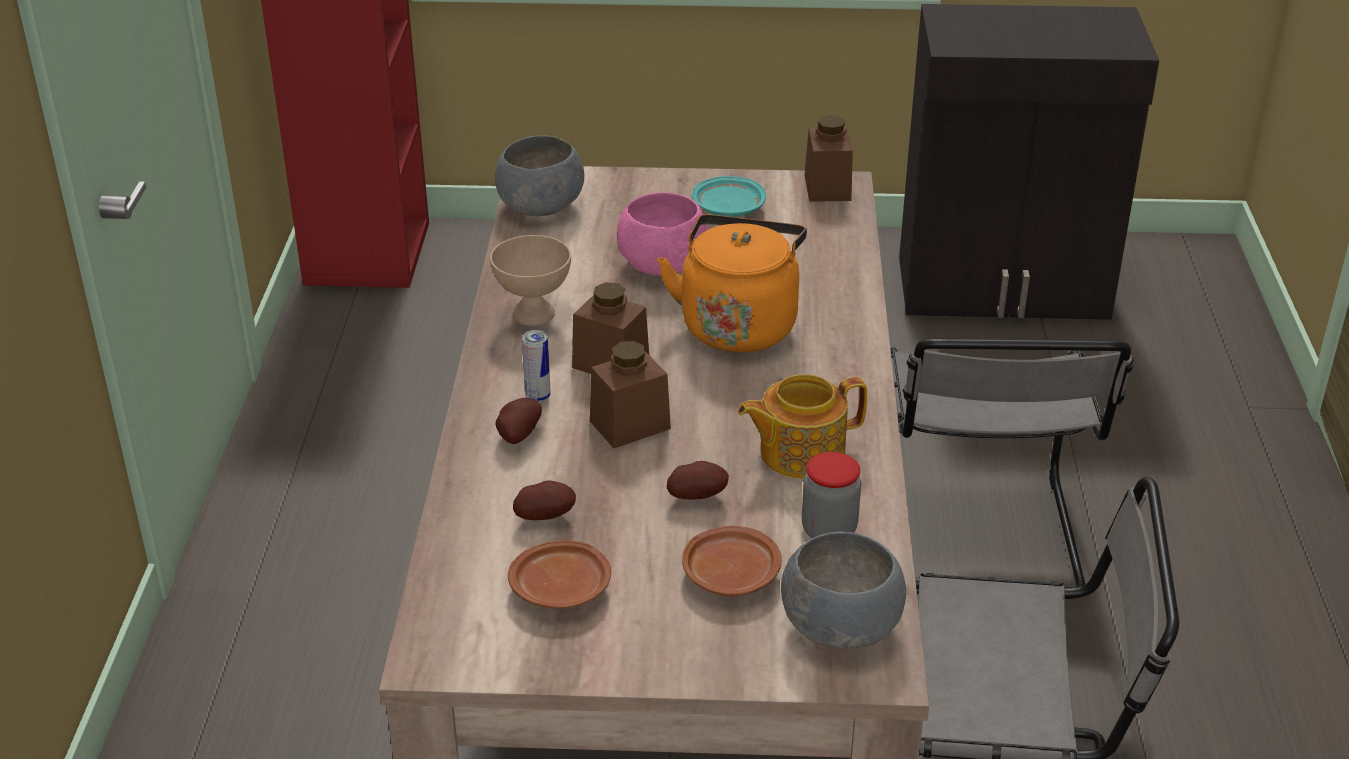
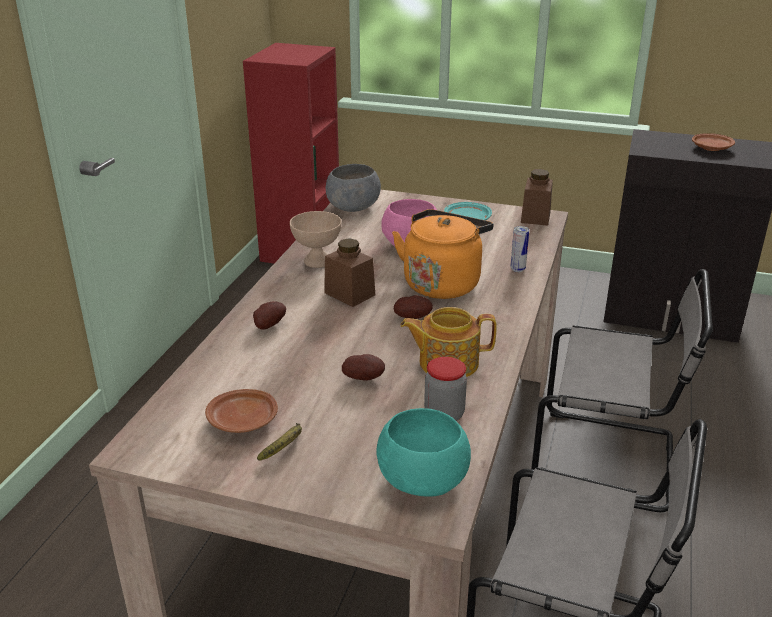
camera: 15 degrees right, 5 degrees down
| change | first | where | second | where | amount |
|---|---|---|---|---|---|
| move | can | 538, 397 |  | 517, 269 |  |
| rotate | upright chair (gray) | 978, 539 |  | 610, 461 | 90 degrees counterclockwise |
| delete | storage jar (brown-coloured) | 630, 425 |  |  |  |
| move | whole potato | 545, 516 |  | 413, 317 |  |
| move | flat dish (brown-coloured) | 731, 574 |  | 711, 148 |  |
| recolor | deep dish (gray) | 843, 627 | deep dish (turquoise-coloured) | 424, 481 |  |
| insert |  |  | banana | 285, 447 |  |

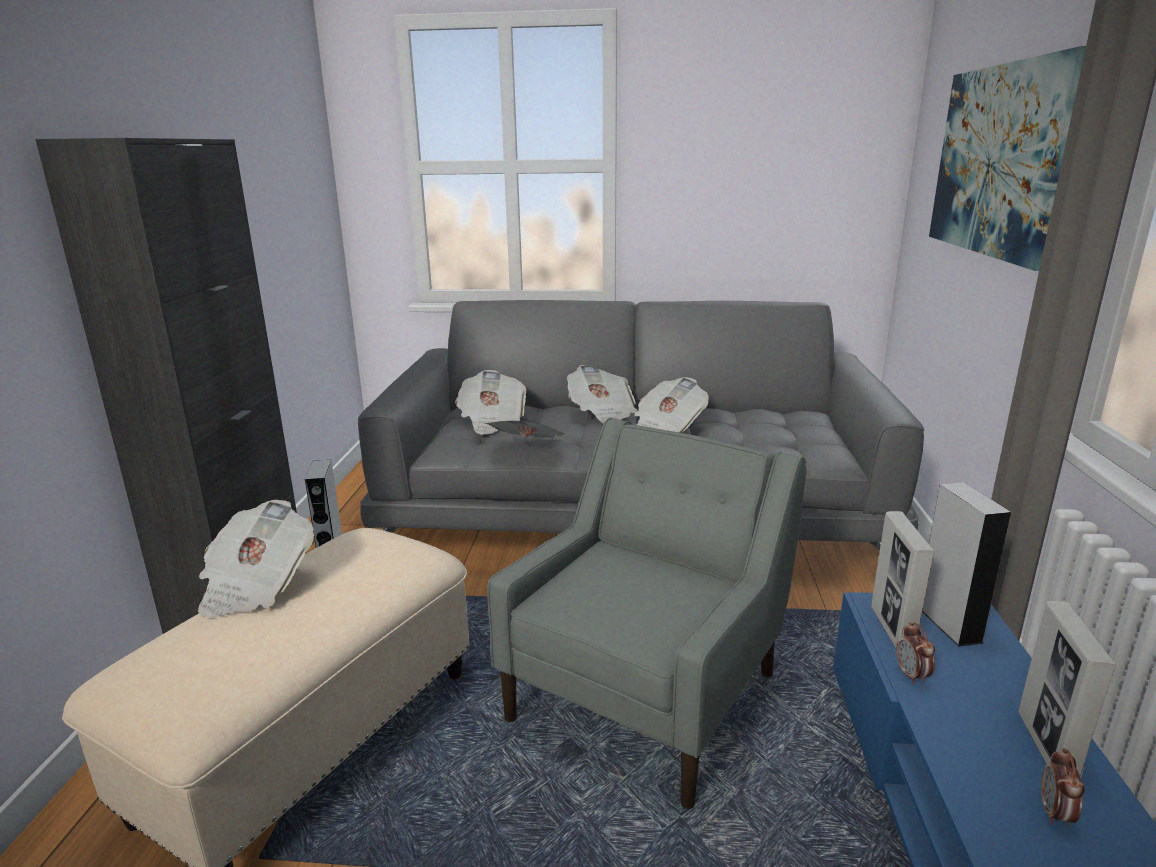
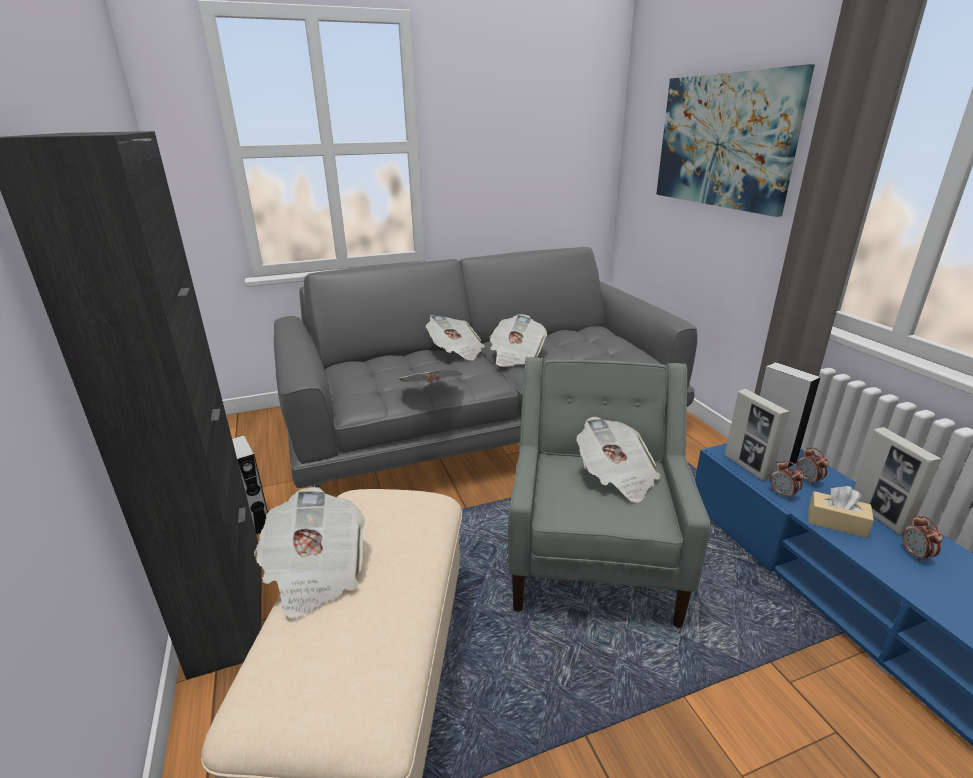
camera: 25 degrees left, 5 degrees up
| change | first | where | second | where | amount |
|---|---|---|---|---|---|
| move | daily paper | 492, 421 |  | 616, 477 |  |
| insert |  |  | alarm clock | 808, 480 |  |
| insert |  |  | box of tissues (beige-coloured) | 836, 522 |  |

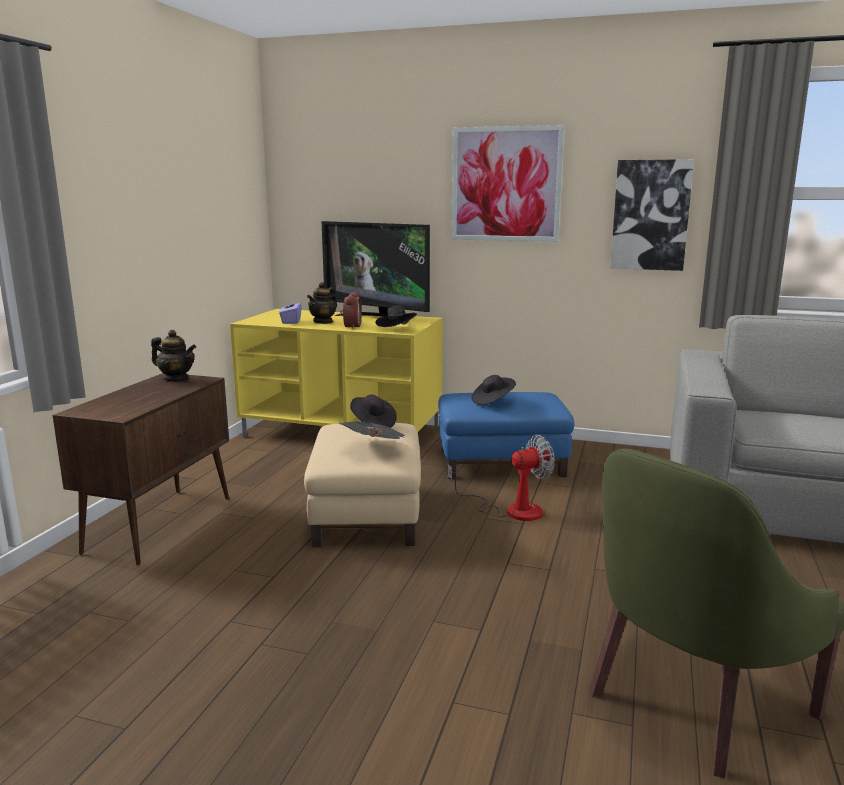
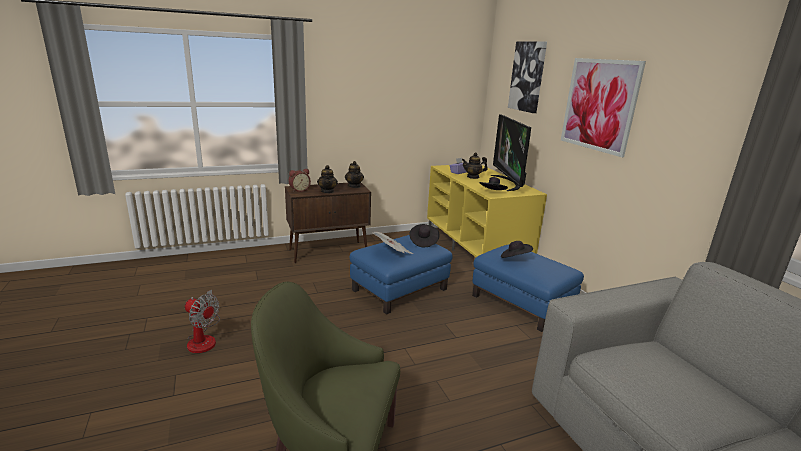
camera: 50 degrees right, 5 degrees up
| change | first | where | second | where | amount |
|---|---|---|---|---|---|
| move | wall art | 650, 215 |  | 527, 76 |  |
| move | alarm clock | 350, 326 |  | 299, 190 |  |
| recolor | pouffe (beige-coloured) | 366, 514 | pouffe (bluish) | 399, 289 |  |
| move | cooling fan | 511, 510 |  | 204, 338 |  |
| insert |  |  | tea pot | 327, 191 |  |

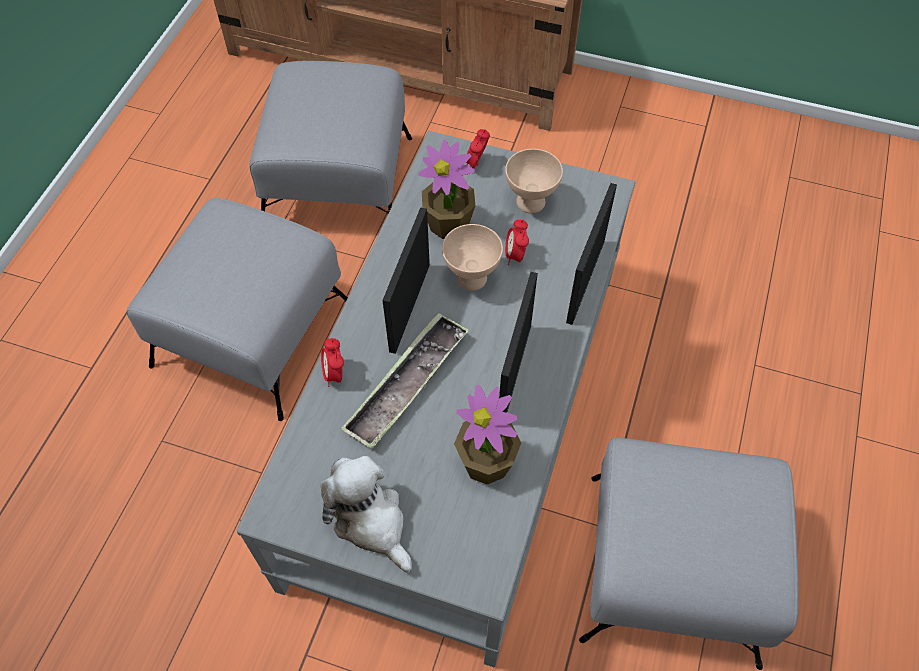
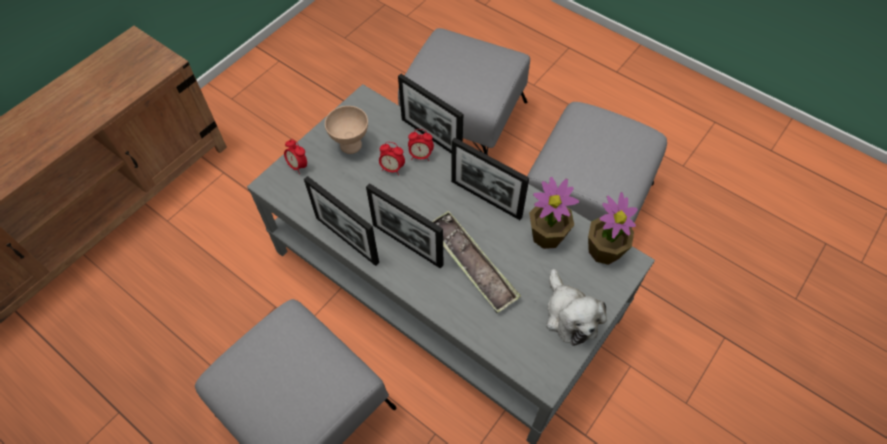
camera: 70 degrees left, 0 degrees up
| change | first | where | second | where | amount |
|---|---|---|---|---|---|
| move | pouffe (gray) | 337, 183 |  | 464, 121 |  |
| move | plant in a pot | 449, 224 |  | 604, 250 |  |
| delete | deep dish (beige-coloured) | 470, 278 |  |  |  |
| move | alarm clock | 334, 374 |  | 421, 156 |  |
| rotate | plush toy | 370, 521 |  | 569, 315 | 90 degrees counterclockwise |
| insert |  |  | photo frame | 347, 240 |  |

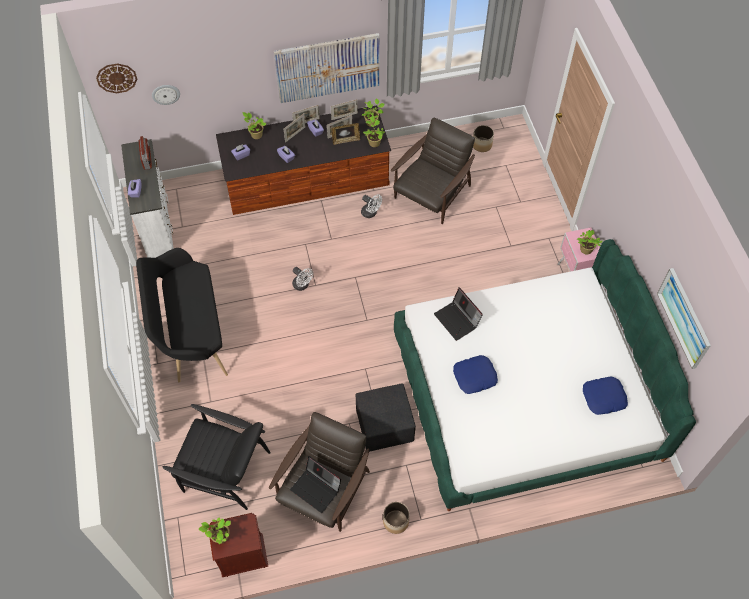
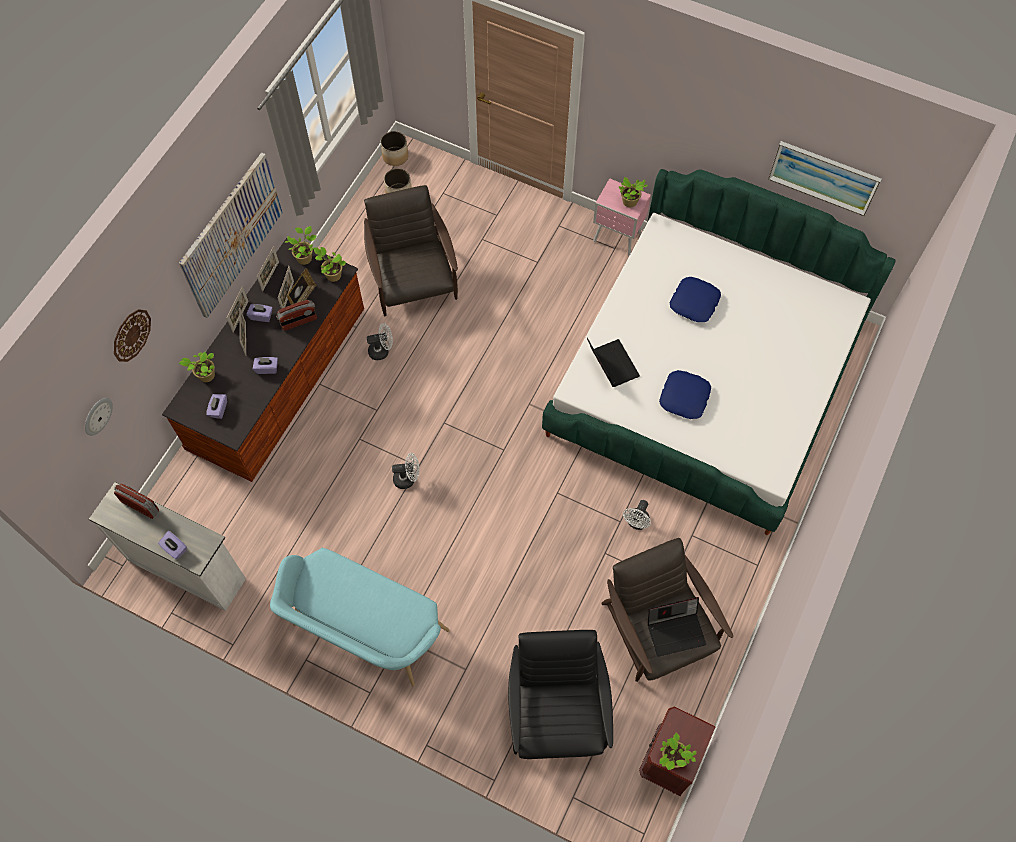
camera: 50 degrees left, 5 degrees up
| change | first | where | second | where | amount |
|---|---|---|---|---|---|
| move | wall clock | 116, 78 |  | 131, 335 |  |
| recolor | bench (blackish) | 190, 334 | bench (turquoise-coloured) | 365, 632 |  |
| rotate | notebook computer | 457, 320 |  | 611, 364 | 120 degrees counterclockwise |
| move | pillow (bluish) | 604, 398 |  | 694, 303 |  |
| replace | pouffe (blackish) | 385, 427 | cooling fan (white) | 636, 523 |  |
| rotate | armchair (blackish) | 224, 470 |  | 557, 711 | 60 degrees counterclockwise |
| move | plant pot | 395, 521 |  | 395, 156 |  |
| insert |  |  | radio | 299, 321 |  |

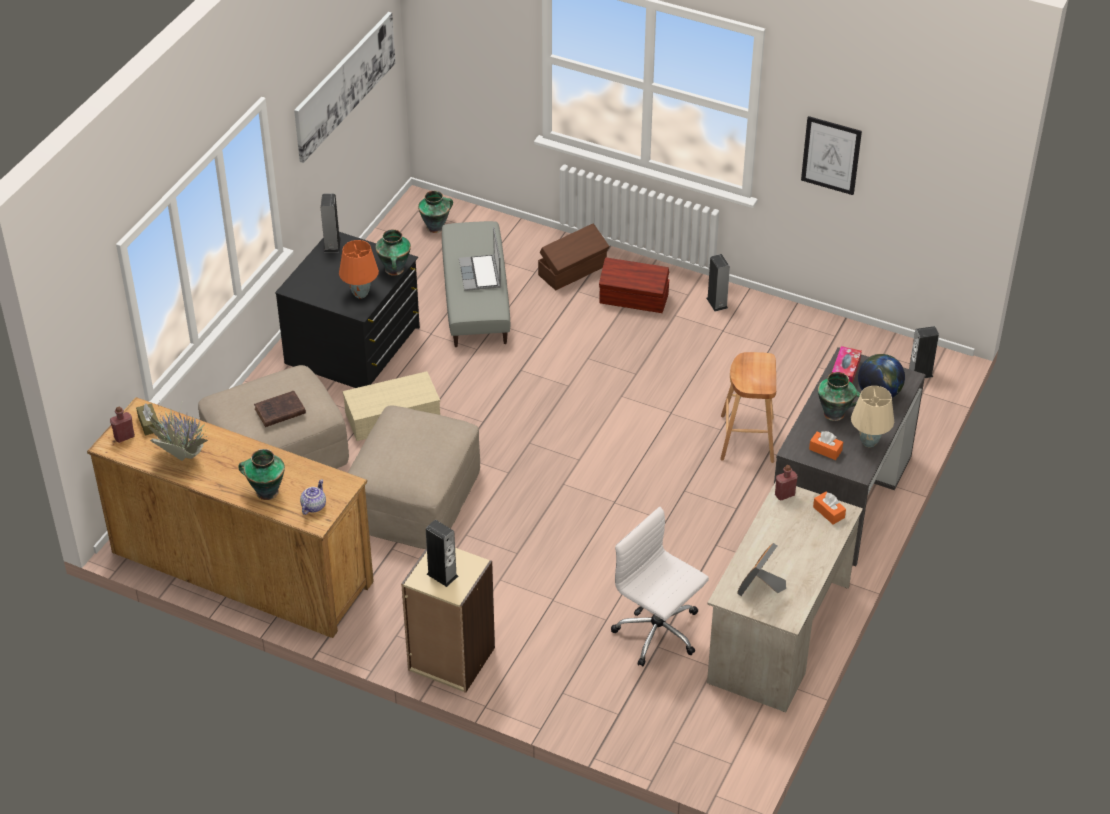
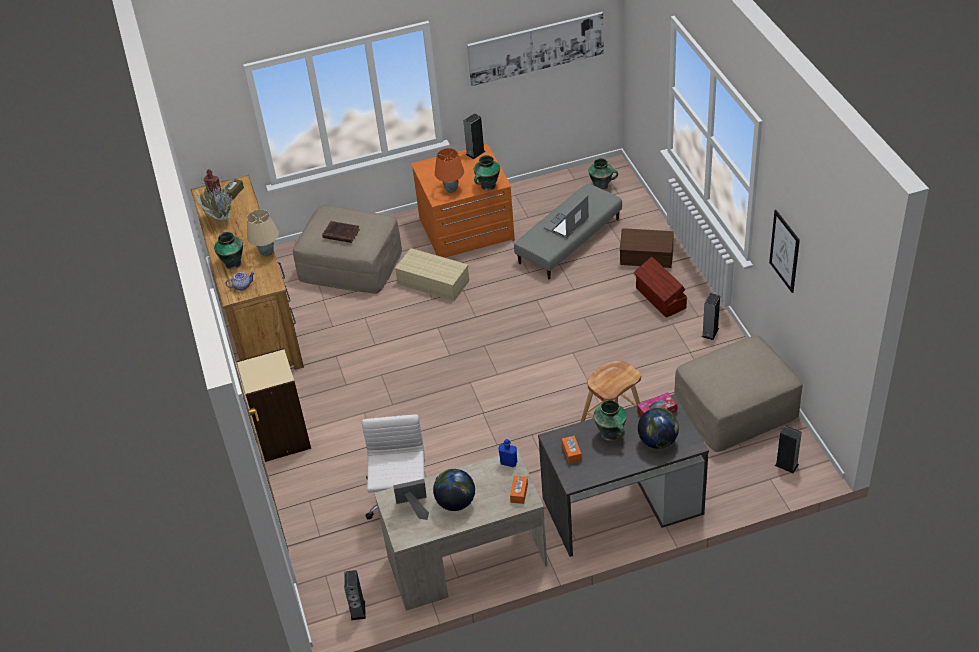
camera: 50 degrees right, 0 degrees up
| change | first | where | second | where | amount |
|---|---|---|---|---|---|
| recolor | dresser (blackish) | 354, 346 | dresser (orange) | 466, 230 |  |
| move | table lamp (beige-coloured) | 869, 442 |  | 267, 253 |  |
| move | pouffe (beige-coloured) | 414, 496 |  | 736, 408 |  |
| recolor | beverage bottle (red) | 784, 494 | beverage bottle (bluish) | 508, 462 |  |
| move | speaker | 442, 575 |  | 358, 610 |  |
| insert |  |  | globe | 456, 503 |  |

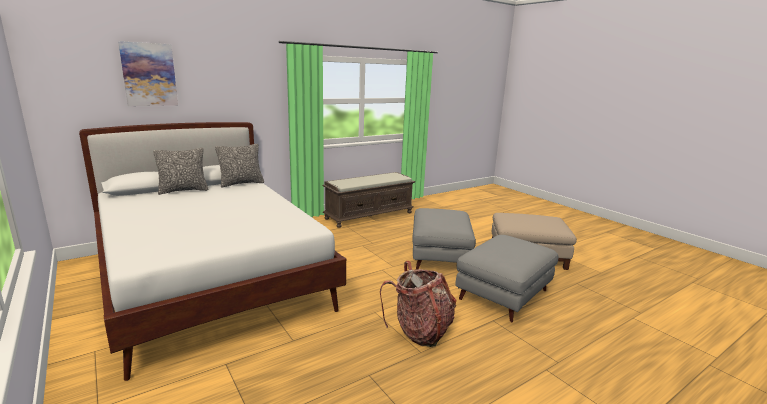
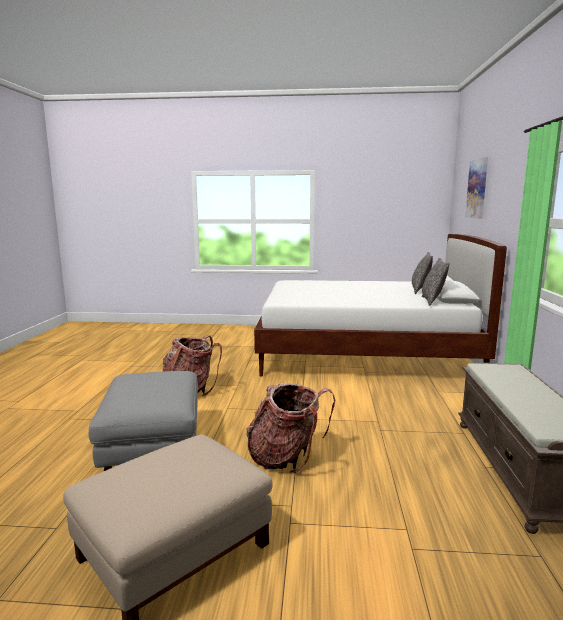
camera: 130 degrees right, 5 degrees down
| change | first | where | second | where | amount |
|---|---|---|---|---|---|
| replace | pouffe (gray) | 439, 256 | rucksack | 286, 457 |  |

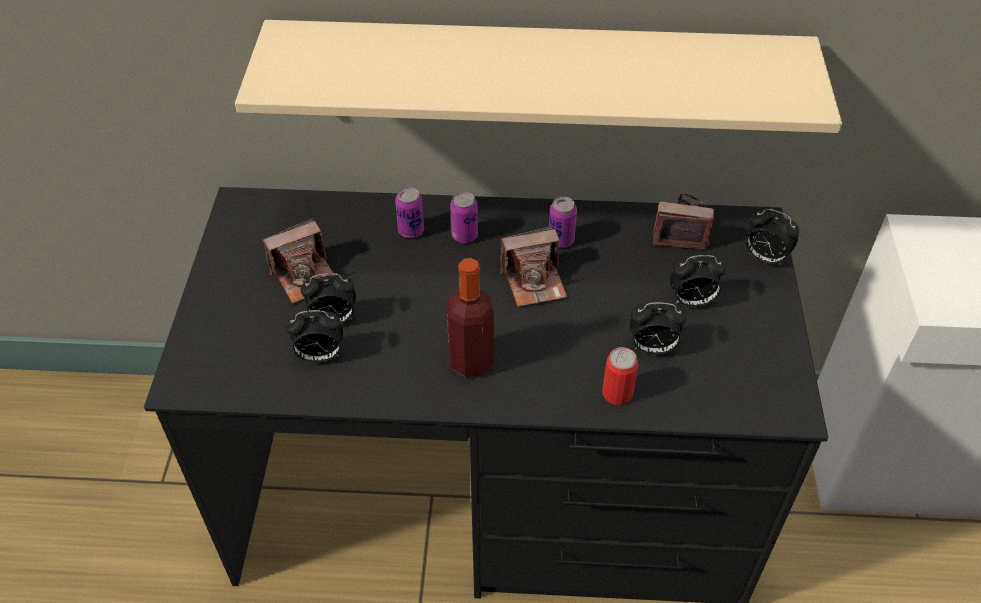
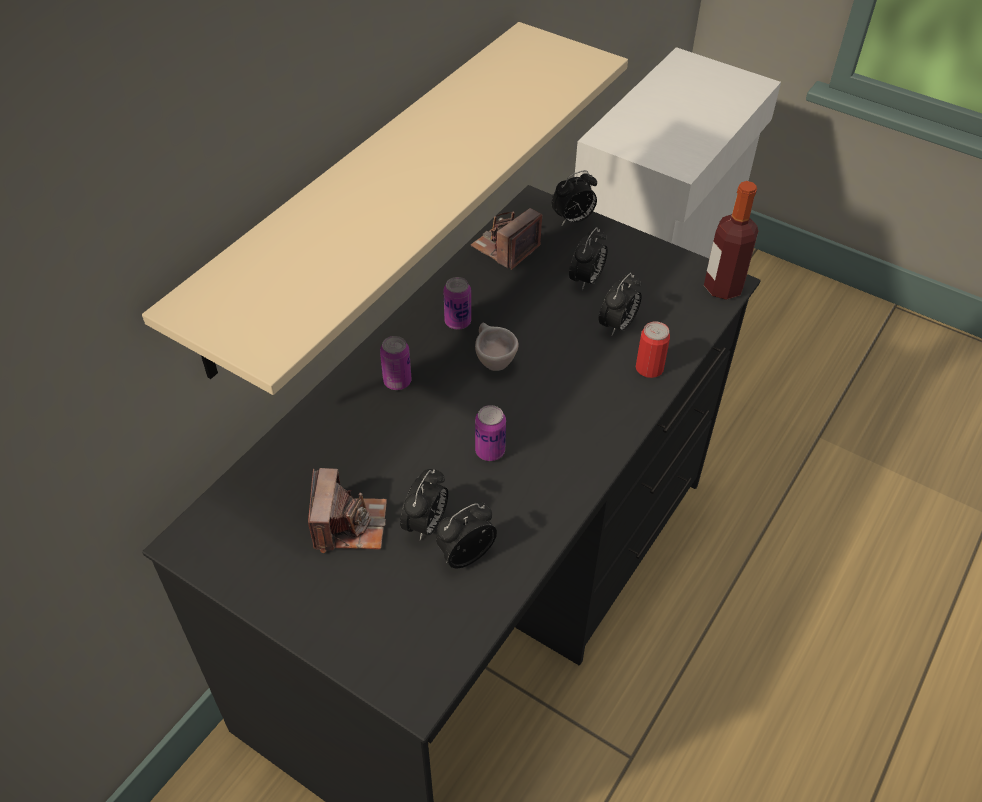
camera: 60 degrees left, 0 degrees up
| change | first | where | second | where | amount |
|---|---|---|---|---|---|
| move | can | 411, 231 |  | 490, 451 |  |
| replace | still camera | 534, 282 | drinking cup (beige-coloured) | 492, 361 |  |
| move | beverage bottle | 471, 361 |  | 723, 288 |  |
| rotate | alarm clock | 319, 356 |  | 465, 554 | 150 degrees counterclockwise |

